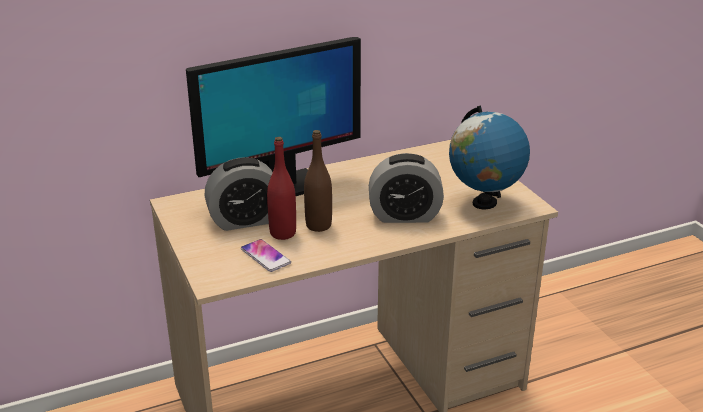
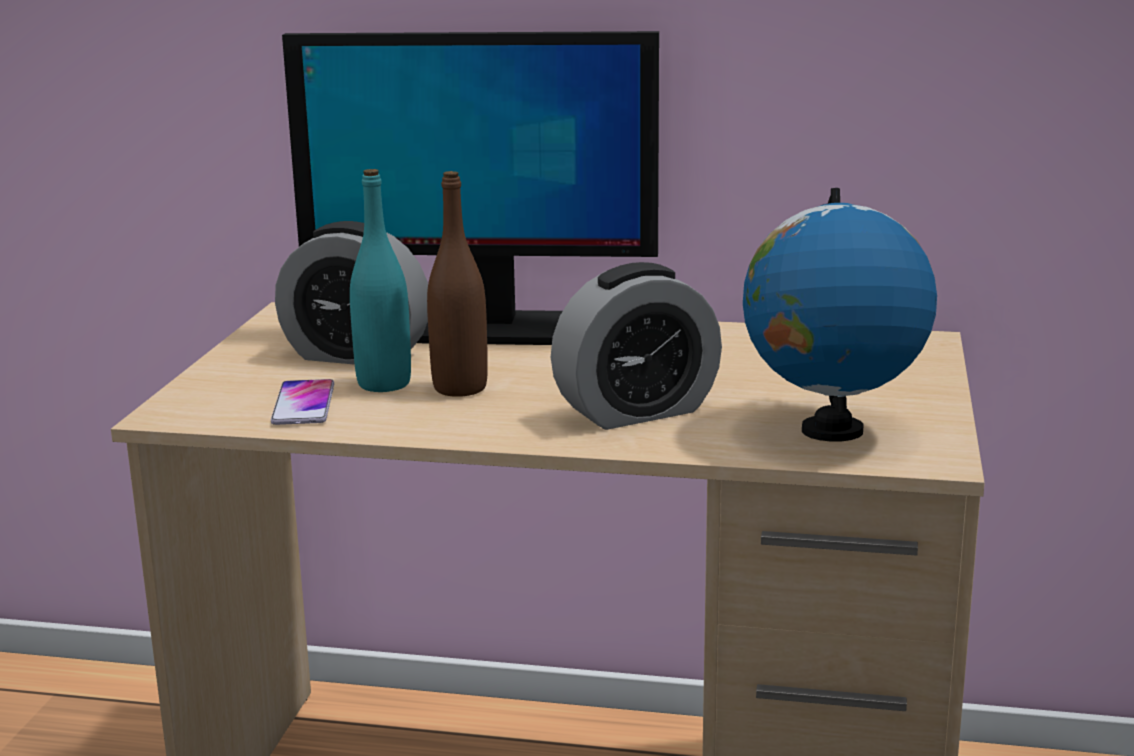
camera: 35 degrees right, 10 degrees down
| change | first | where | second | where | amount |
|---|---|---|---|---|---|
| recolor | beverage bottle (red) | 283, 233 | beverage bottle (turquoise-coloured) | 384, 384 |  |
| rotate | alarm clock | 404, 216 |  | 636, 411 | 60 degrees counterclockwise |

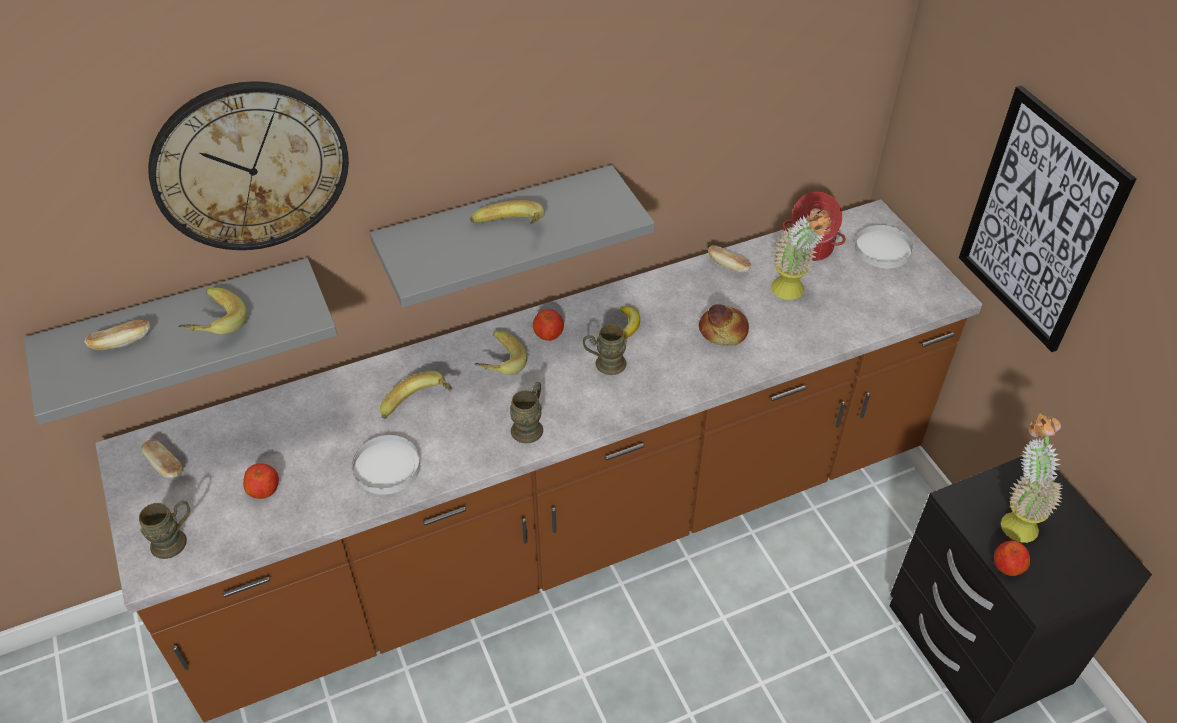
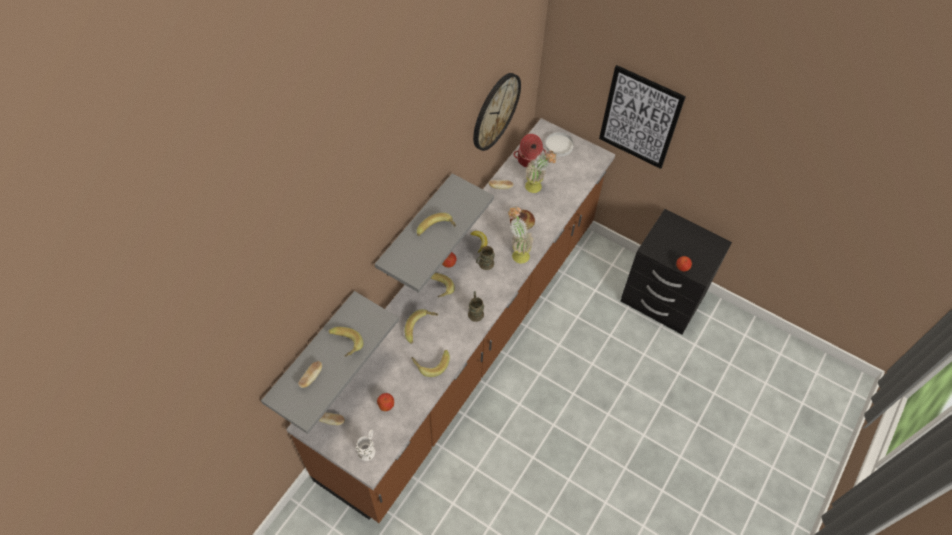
camera: 35 degrees left, 10 degrees up
| change | first | where | second | where | amount |
|---|---|---|---|---|---|
| move | wall clock | 250, 167 |  | 495, 111 |  |
| move | plant in a pot | 1015, 519 |  | 517, 253 |  |
| replace | flat dish (white) | 387, 466 | banana | 430, 364 |  |
| recolor | coffee mug (brown-coloured) | 175, 540 | coffee mug (white) | 368, 448 |  |

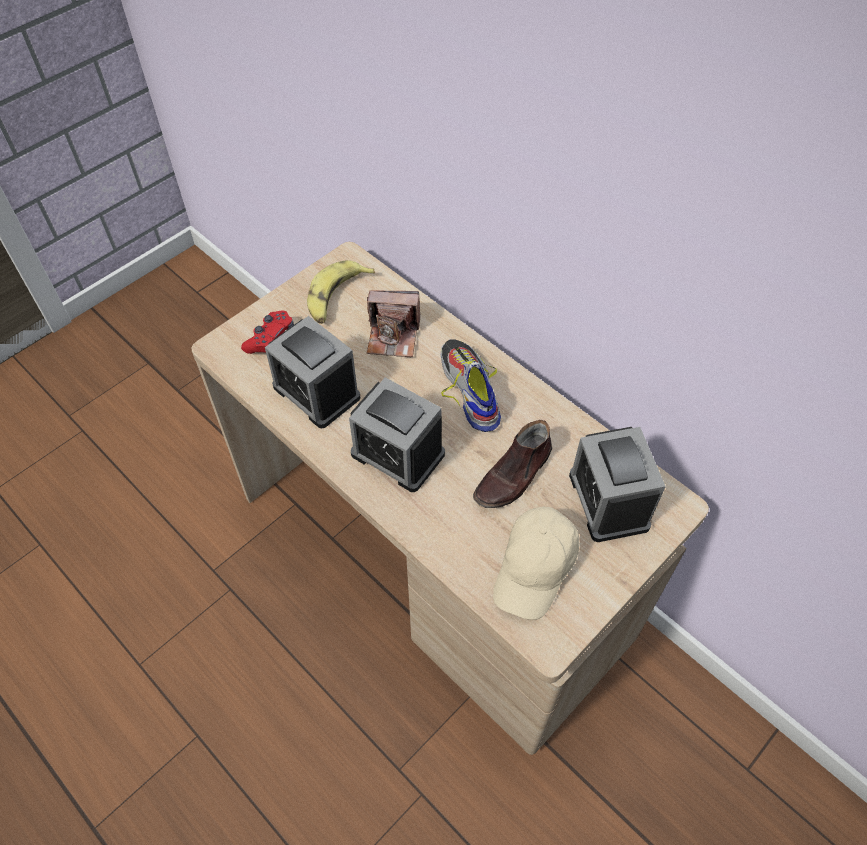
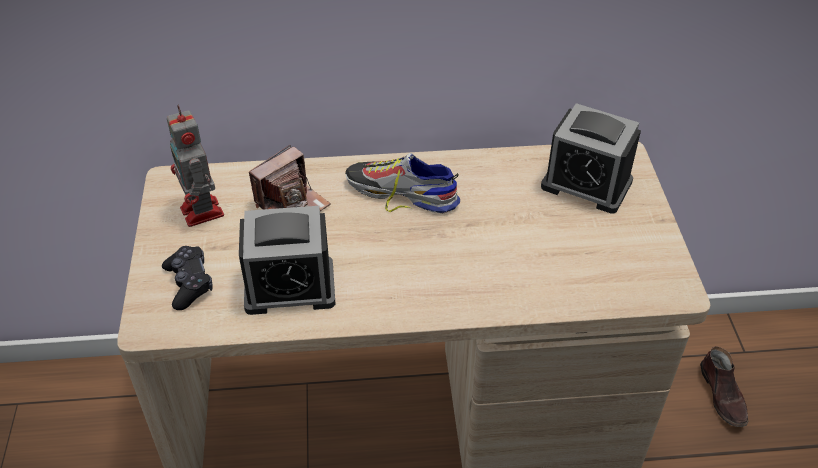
camera: 50 degrees left, 10 degrees down
| change | first | where | second | where | amount |
|---|---|---|---|---|---|
| replace | banana | 336, 298 | toy robot | 202, 213 |  |
| recolor | game controller (red) | 270, 339 | game controller (blackish) | 189, 283 |  |
| delete | alarm clock | 398, 454 |  |  |  |
| move | item of footwear (brown-coloured) | 514, 475 |  | 723, 395 |  |
| delete | baseball cap (beige-coloured) | 535, 568 |  |  |  |

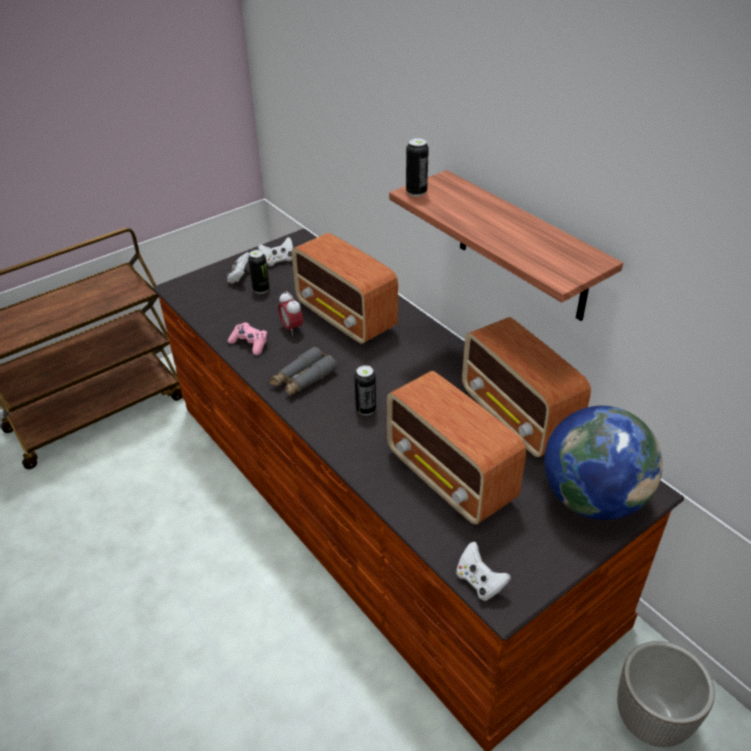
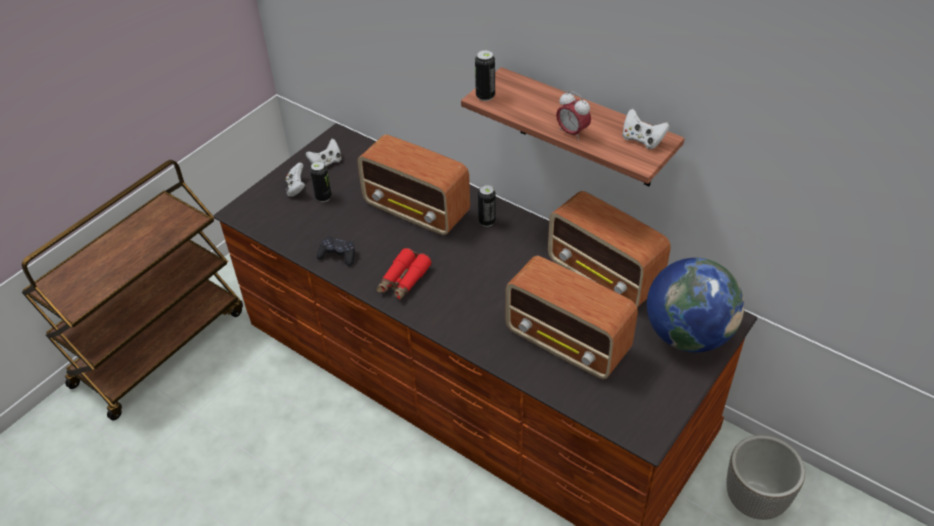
camera: 15 degrees left, 5 degrees up
| change | first | where | second | where | amount |
|---|---|---|---|---|---|
| move | alarm clock | 292, 328 |  | 572, 133 |  |
| recolor | game controller (pink-coloured) | 250, 343 | game controller (blackish) | 338, 255 |  |
| recolor | pair of binoculars (gray) | 303, 379 | pair of binoculars (red) | 403, 280 |  |
| move | can | 366, 409 |  | 487, 221 |  |
| move | game controller (white) | 479, 582 |  | 642, 140 |  |

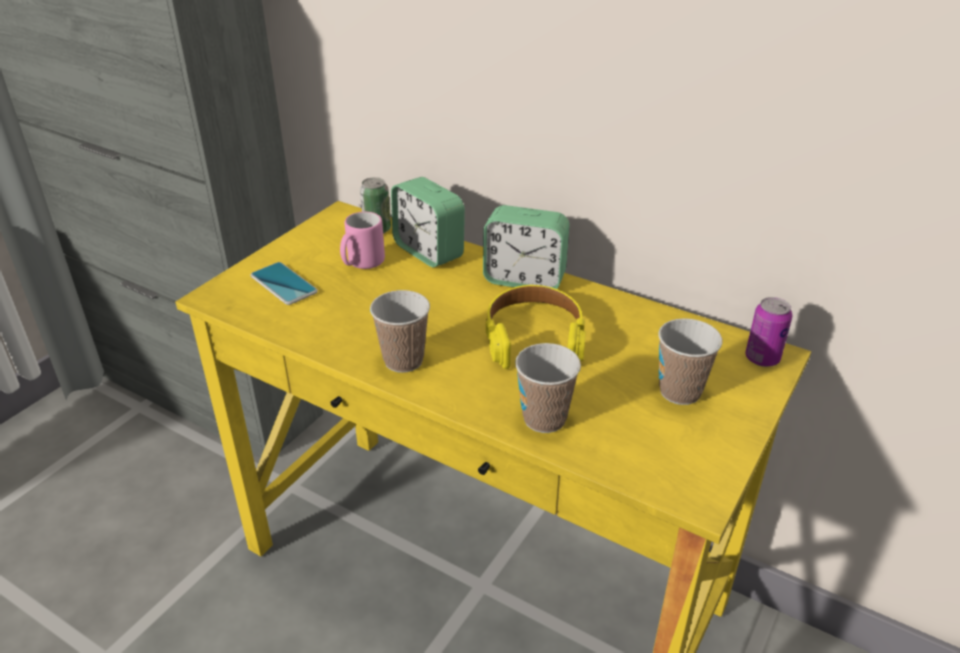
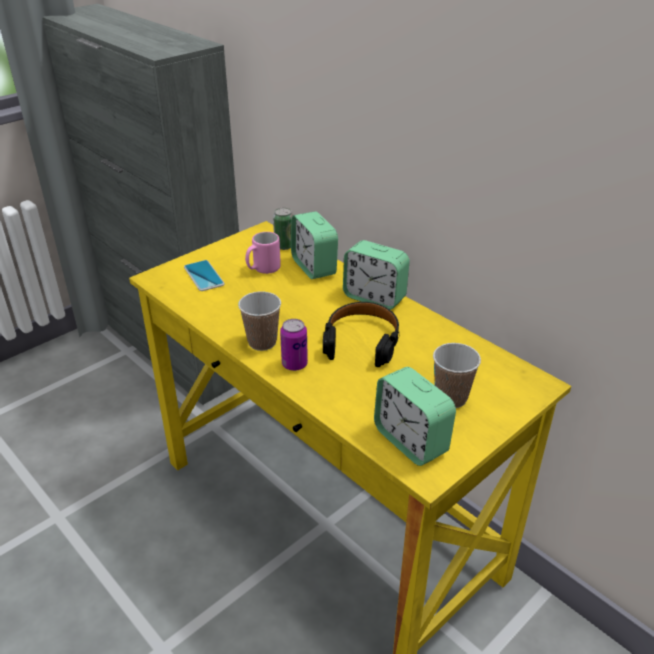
camera: 15 degrees right, 0 degrees up
| change | first | where | second | where | amount |
|---|---|---|---|---|---|
| recolor | pair of headphones (yellow) | 534, 337 | pair of headphones (blackish) | 362, 341 |  |
| move | can | 762, 358 |  | 294, 364 |  |
| delete | drinking cup | 544, 419 |  |  |  |
| insert |  |  | alarm clock | 411, 441 |  |

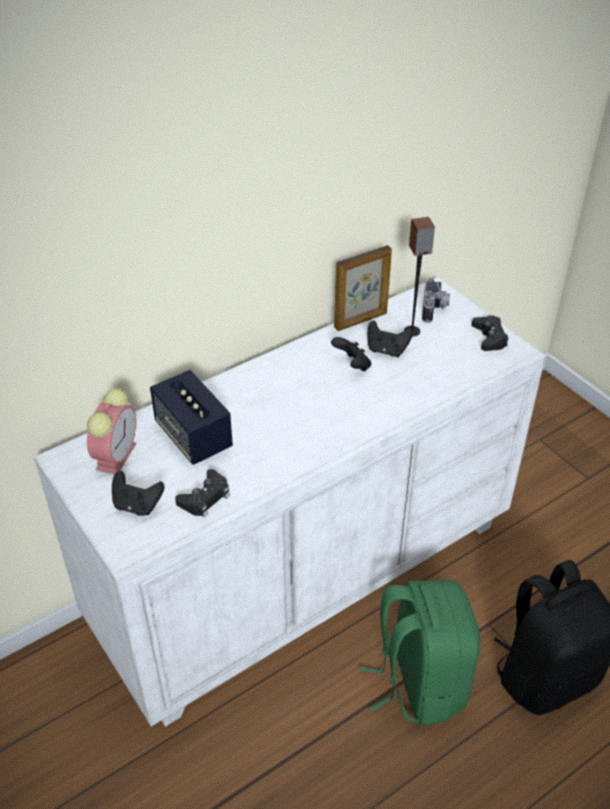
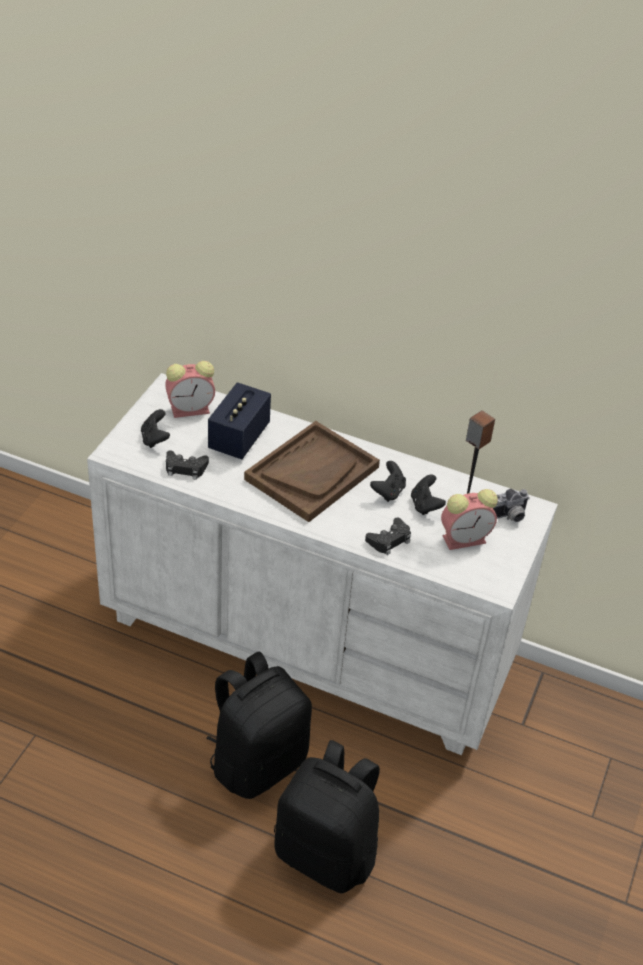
camera: 55 degrees right, 0 degrees up
| change | first | where | second | where | amount |
|---|---|---|---|---|---|
| delete | photo frame | 361, 320 |  |  |  |
| move | game controller (blackish) | 489, 338 |  | 389, 540 |  |
| recolor | rucksack (green) | 418, 682 | rucksack (blackish) | 257, 762 |  |
| insert |  |  | serving tray (brown-coloured) | 312, 473 |  |
| insert |  |  | alarm clock | 465, 538 |  |

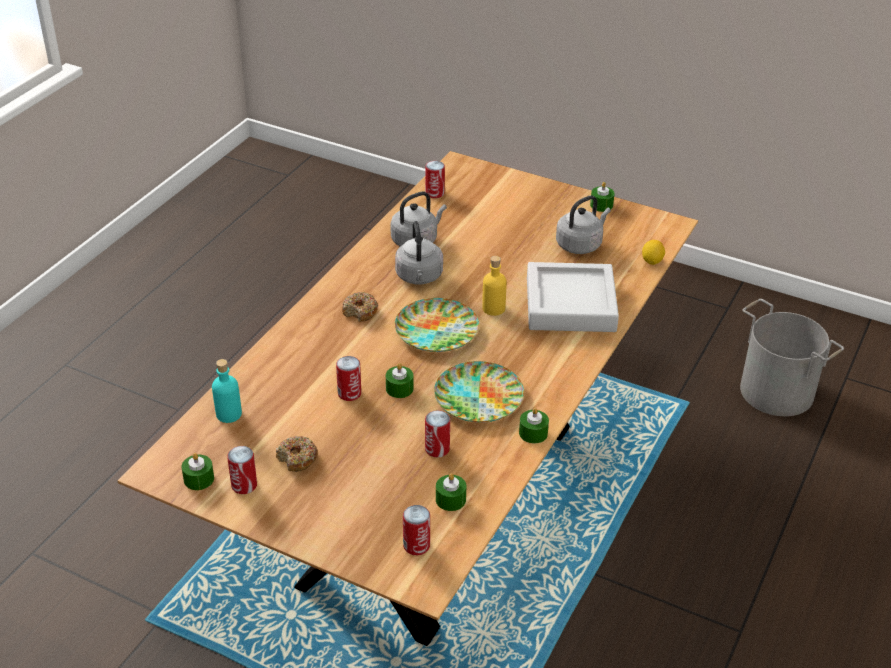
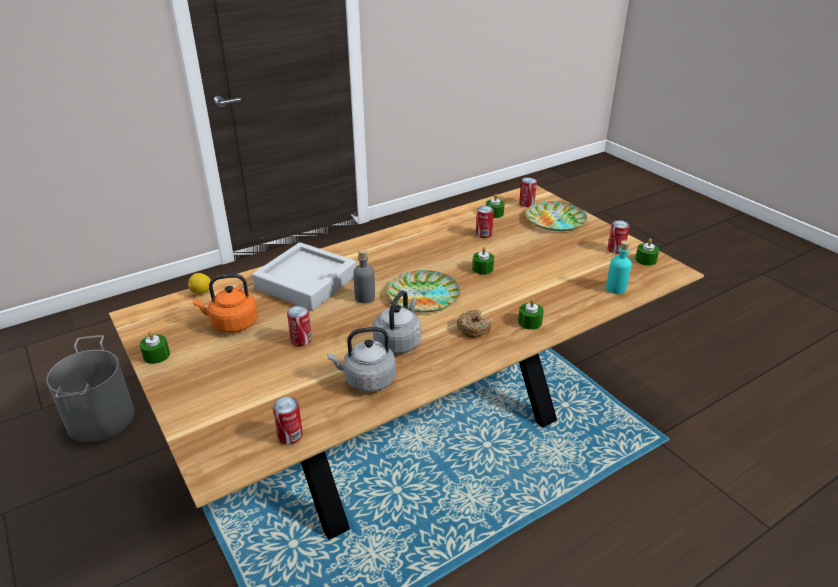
camera: 150 degrees left, 5 degrees down
| change | first | where | second | where | amount |
|---|---|---|---|---|---|
| recolor | water kettle (gray) | 580, 244 | water kettle (orange) | 232, 324 |  |
| recolor | beverage bottle (yellow) | 493, 308 | beverage bottle (gray) | 365, 297 |  |
| move | can | 349, 393 |  | 301, 340 |  |
| move | flat dish | 478, 398 |  | 556, 220 |  |
| move | wax candle (green) | 533, 433 |  | 530, 322 |  |
| delete | donut | 297, 459 |  |  |  |

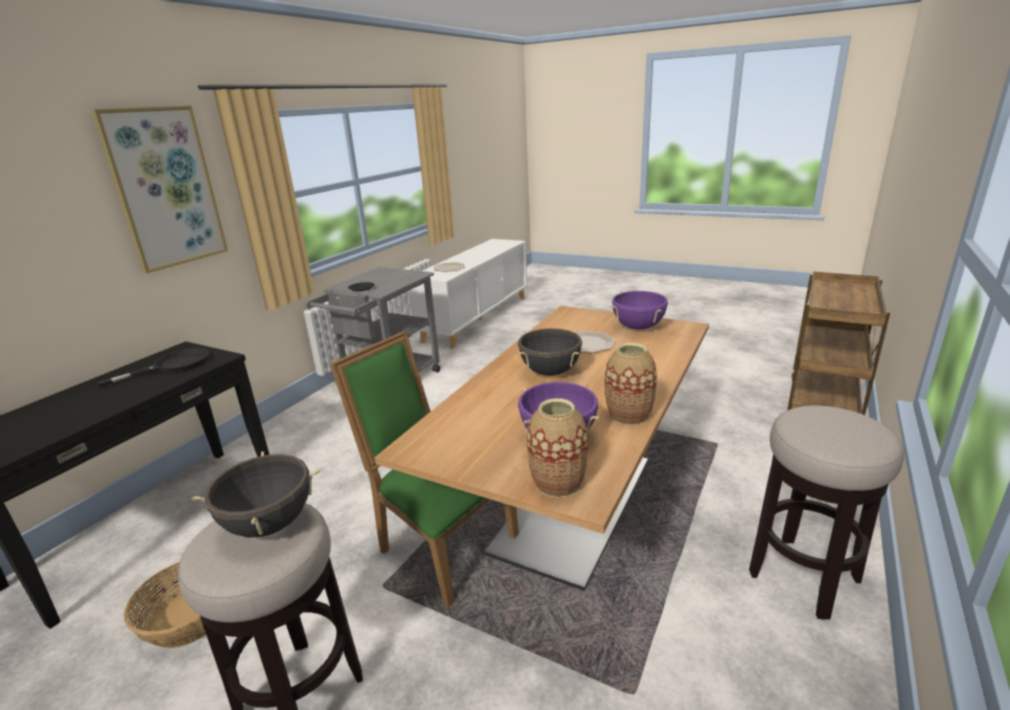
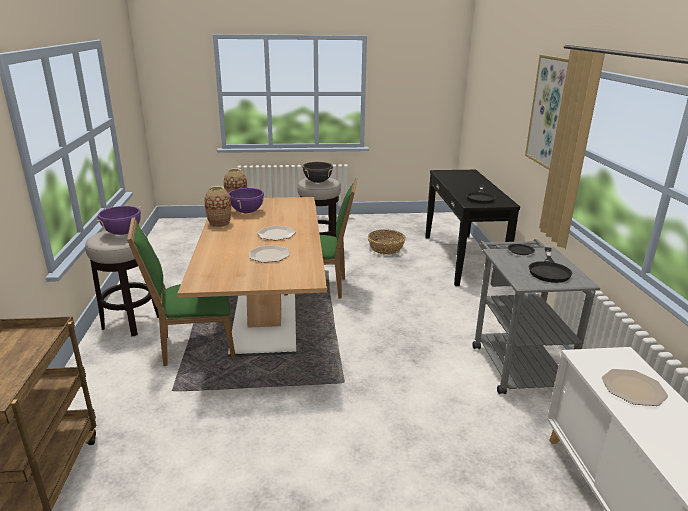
camera: 145 degrees right, 0 degrees up
| change | first | where | second | where | amount |
|---|---|---|---|---|---|
| move | saucepot (purple-coloured) | 638, 327 |  | 122, 233 |  |
| replace | saucepot (blackish) | 550, 372 | flat dish | 276, 234 |  |
| insert |  |  | upright chair (green) | 193, 346 |  |
| insert |  |  | frying pan (blackish) | 549, 270 |  |

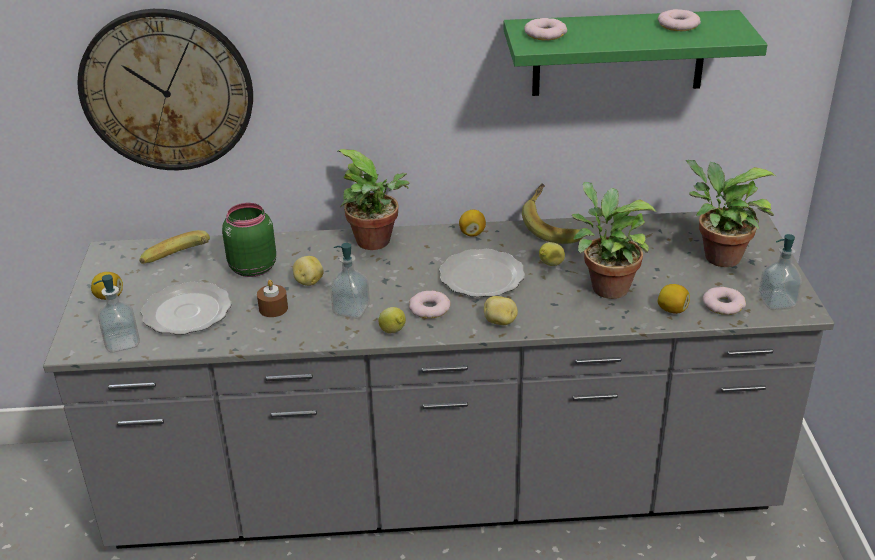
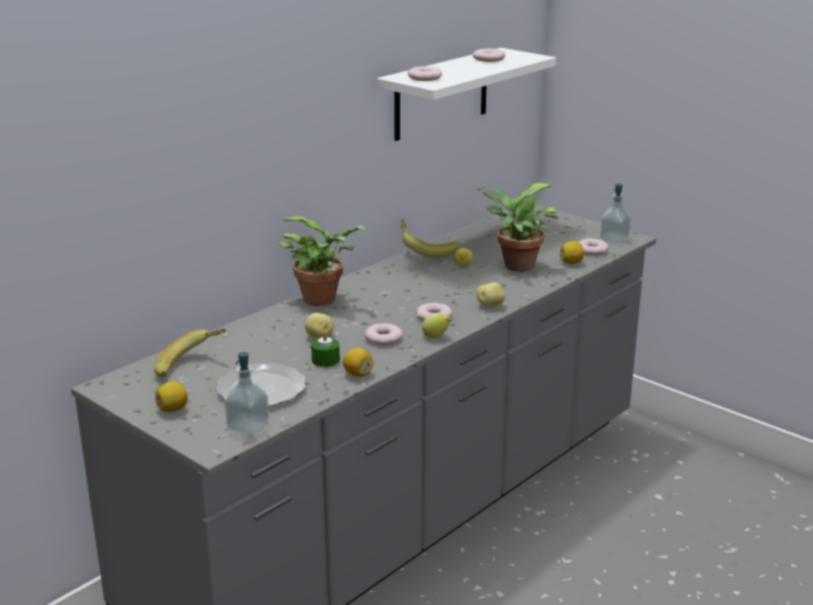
camera: 45 degrees left, 10 degrees down
| change | first | where | second | where | amount |
|---|---|---|---|---|---|
| delete | wall clock | 167, 90 |  |  |  |
| recolor | wall shelf (green) | 618, 53 | wall shelf (white) | 441, 94 |  |
| delete | plant in a pot | 717, 257 |  |  |  |
| delete | storage jar (green) | 251, 268 |  |  |  |
| move | lemon | 472, 233 |  | 357, 374 |  |
| replace | soap dispenser | 351, 310 | donut | 383, 338 |  |
| delete | flat dish | 482, 276 |  |  |  |
| recolor | wax candle (brown-coloured) | 273, 308 | wax candle (green) | 325, 360 |  |

